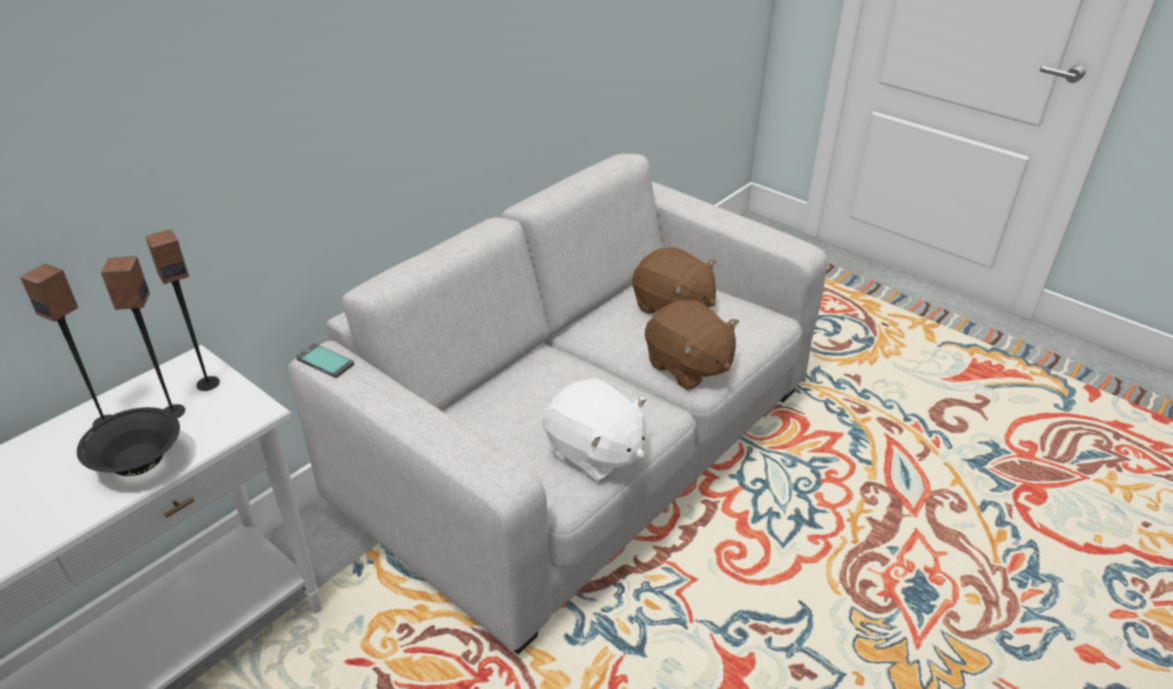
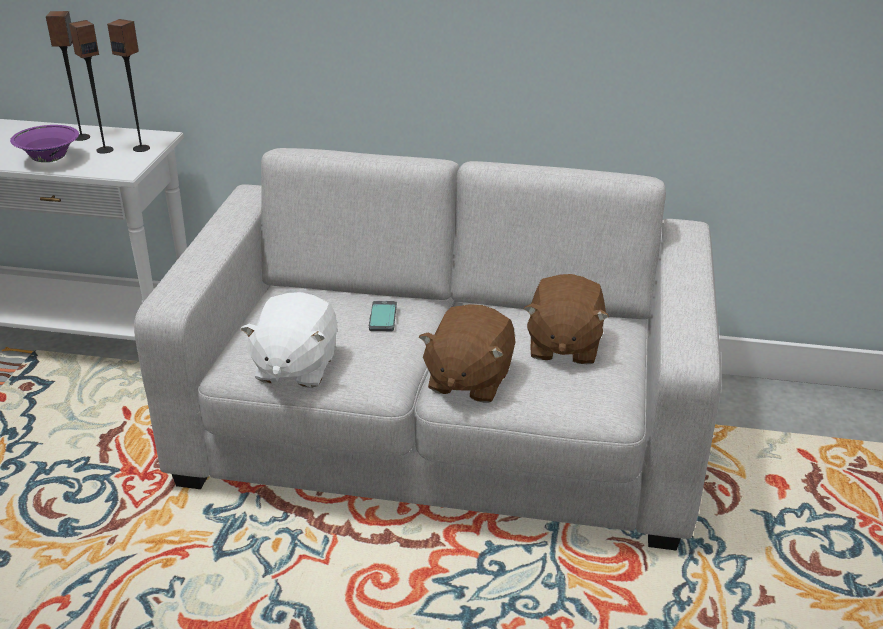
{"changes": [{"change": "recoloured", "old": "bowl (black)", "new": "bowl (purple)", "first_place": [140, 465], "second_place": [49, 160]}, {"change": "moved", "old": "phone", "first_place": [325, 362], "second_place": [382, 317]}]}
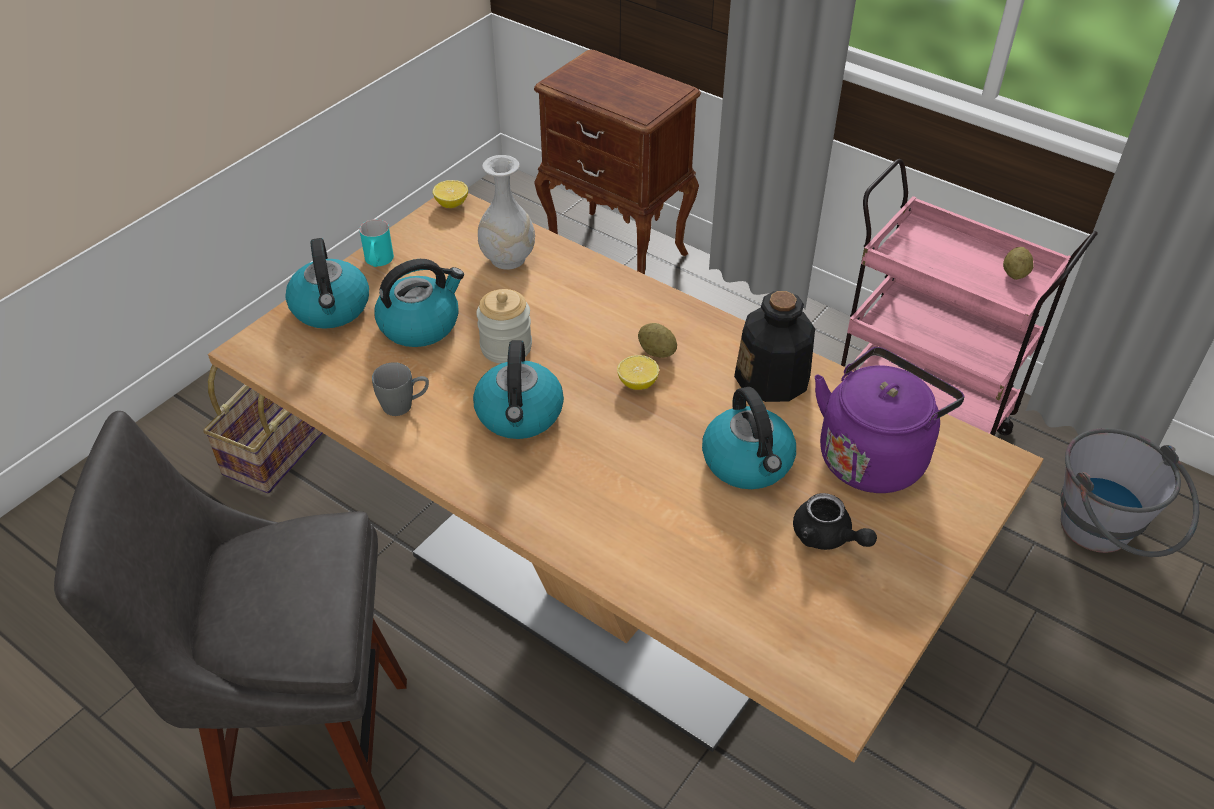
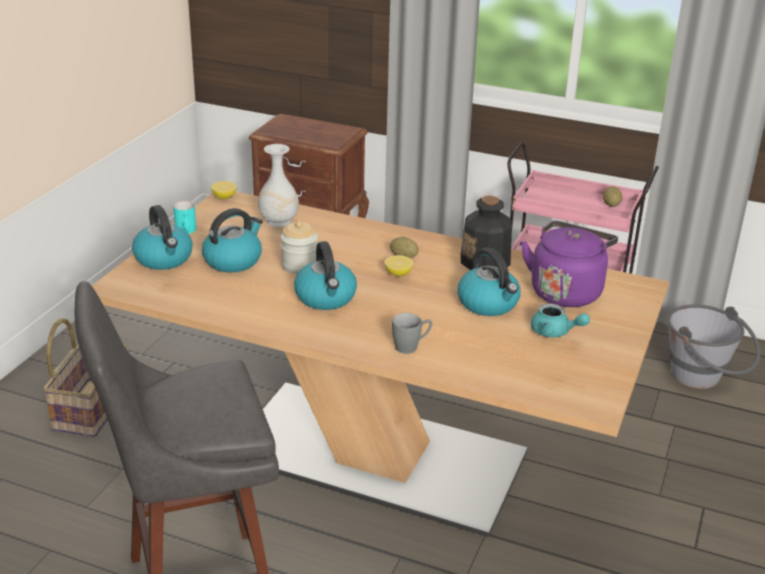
{"changes": [{"change": "moved", "old": "mug (grey)", "first_place": [405, 405], "second_place": [411, 346]}, {"change": "recoloured", "old": "teapot (black)", "new": "teapot (turquoise)", "first_place": [827, 537], "second_place": [555, 332]}]}
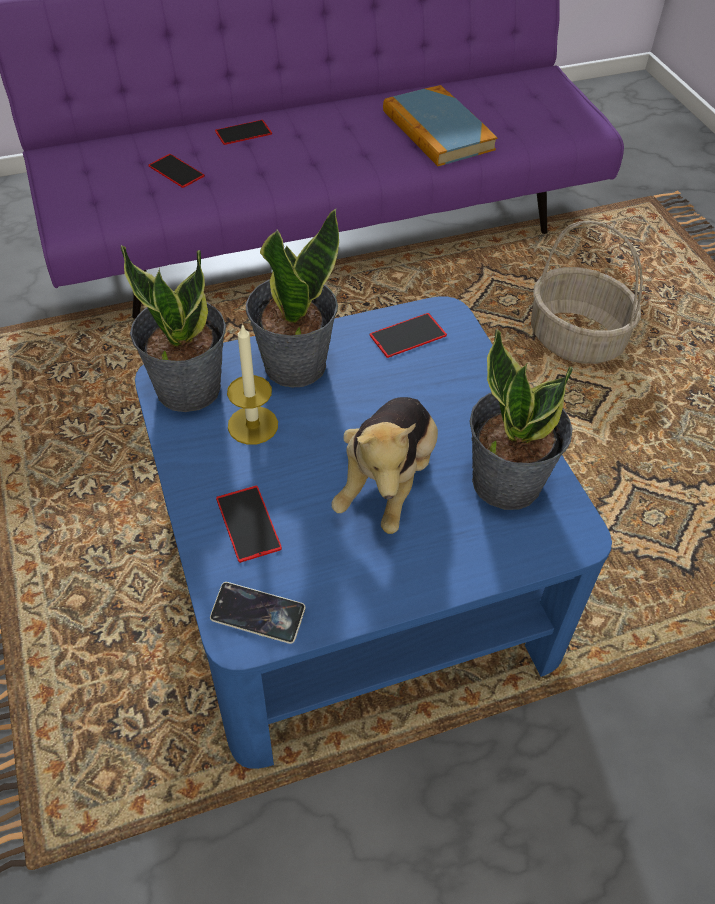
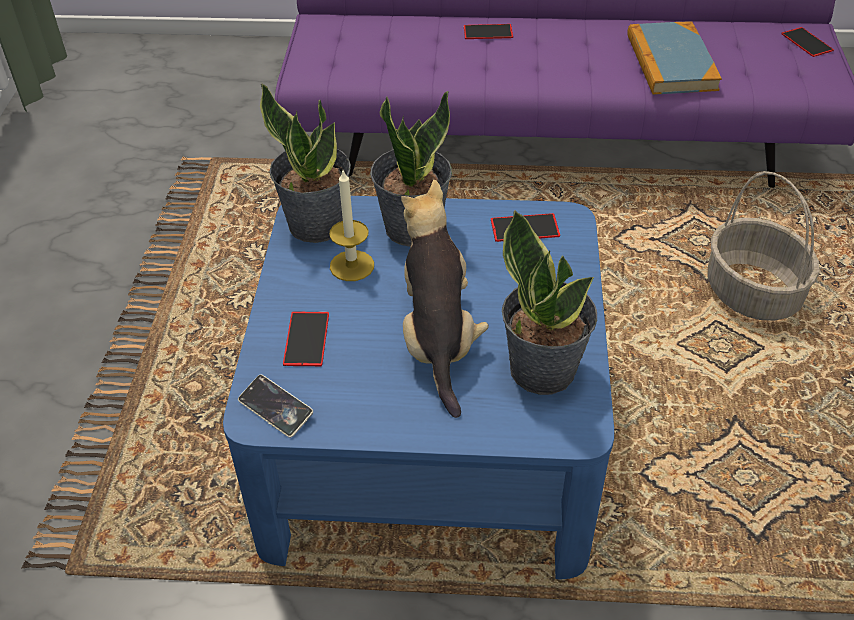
{"changes": [{"change": "moved", "old": "phone", "first_place": [176, 171], "second_place": [807, 42]}, {"change": "turned", "old": "plush toy", "first_place": [387, 481], "second_place": [438, 339], "degrees": 135}]}
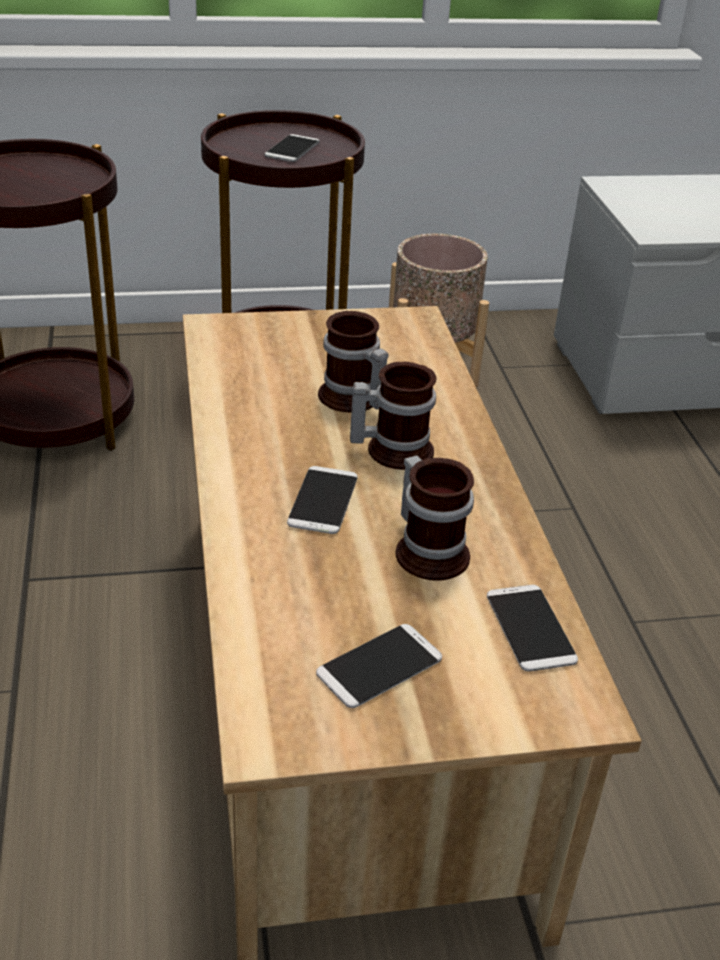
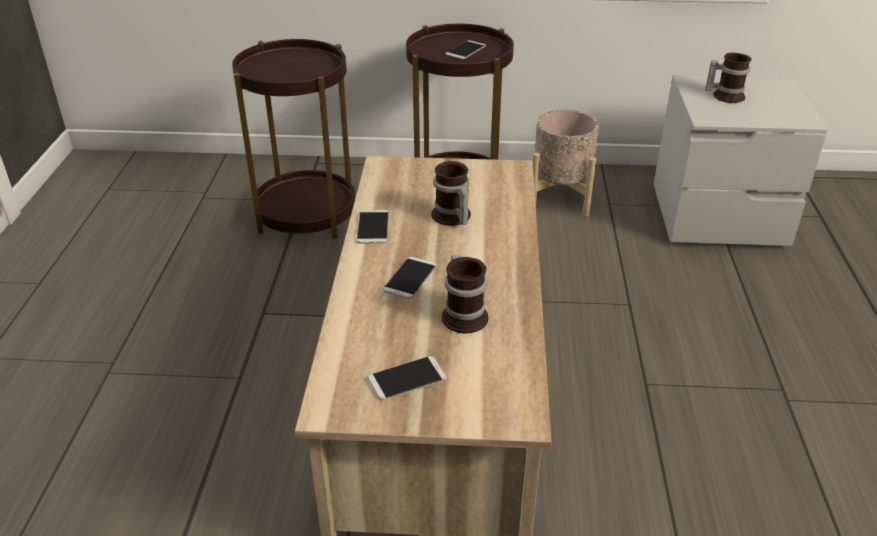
{"changes": [{"change": "moved", "old": "mug", "first_place": [393, 449], "second_place": [725, 95]}, {"change": "moved", "old": "phone", "first_place": [530, 628], "second_place": [373, 227]}]}
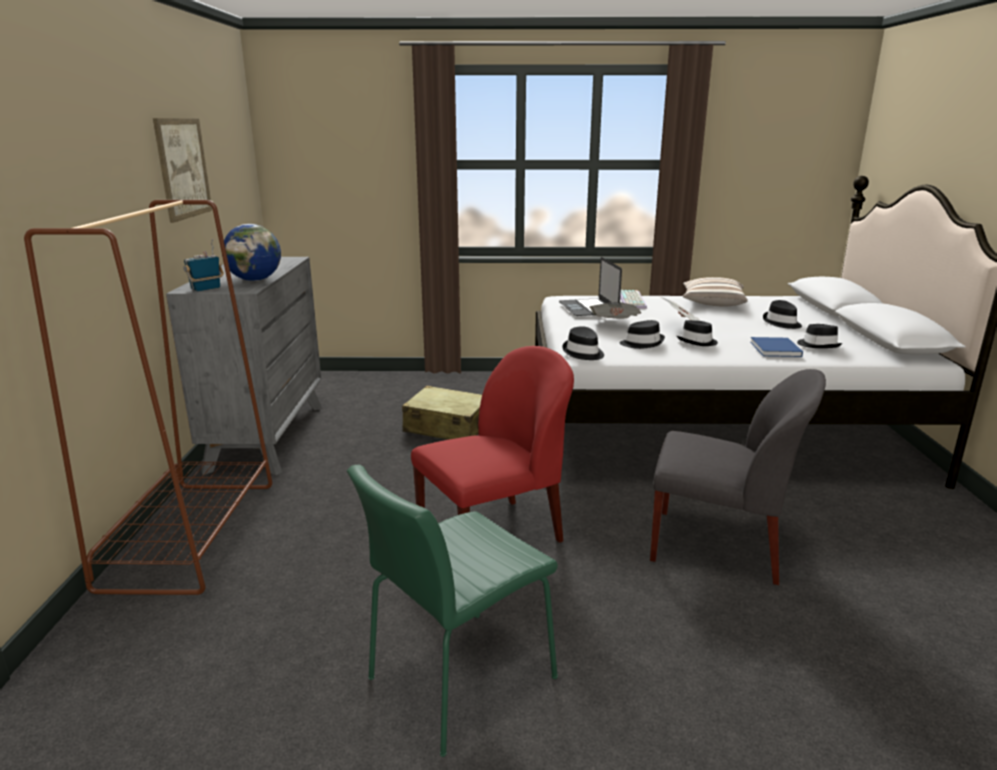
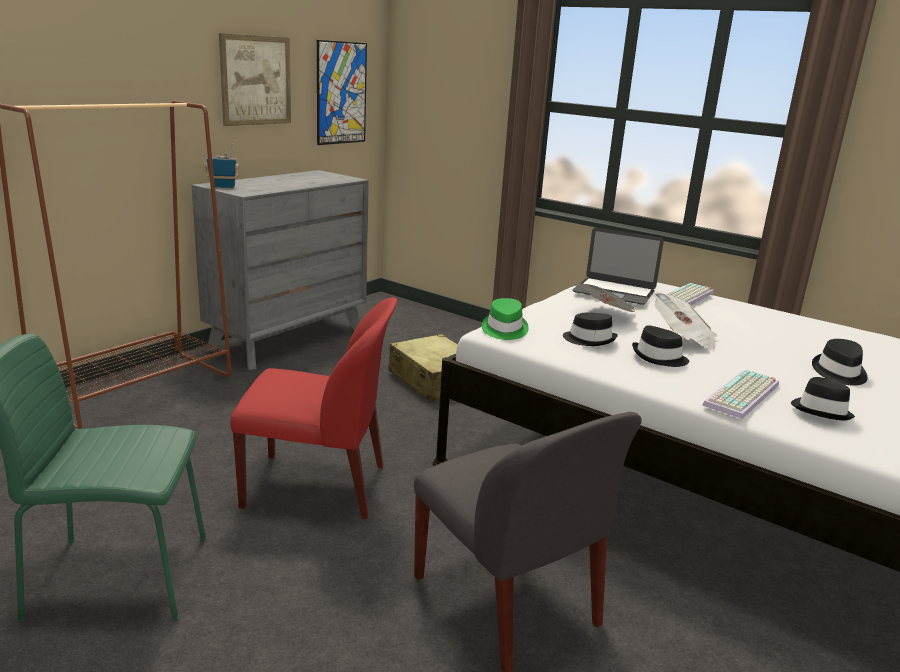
{"changes": [{"change": "removed", "old": "globe", "first_place": [255, 280]}, {"change": "turned", "old": "laptop", "first_place": [588, 308], "second_place": [614, 291], "degrees": -90}, {"change": "recoloured", "old": "hat (black)", "new": "hat (green)", "first_place": [583, 353], "second_place": [504, 329]}, {"change": "removed", "old": "pillow", "first_place": [712, 304]}, {"change": "replaced", "old": "book (blue)", "new": "keyboard", "first_place": [775, 349], "second_place": [743, 396]}, {"change": "added", "new": "picture", "second_place": [341, 93]}]}
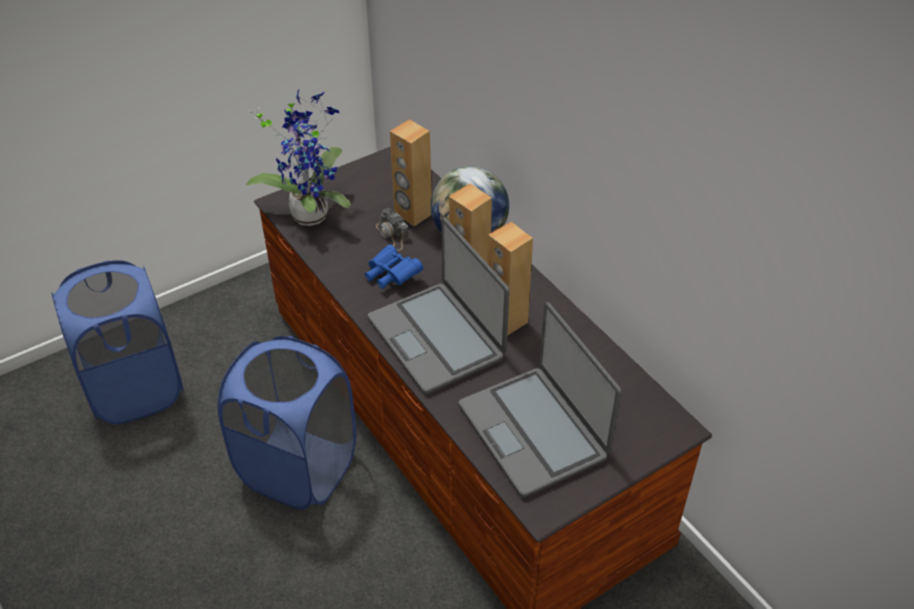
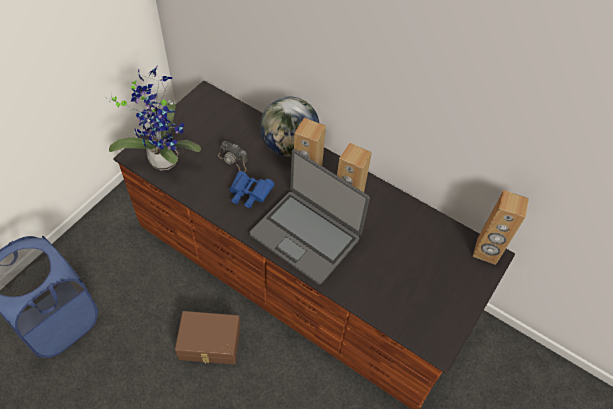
{"changes": [{"change": "replaced", "old": "laundry basket (blue)", "new": "storage box (brown)", "first_place": [298, 469], "second_place": [209, 344]}, {"change": "moved", "old": "speaker (brown)", "first_place": [412, 214], "second_place": [486, 252]}, {"change": "removed", "old": "laptop", "first_place": [534, 431]}]}
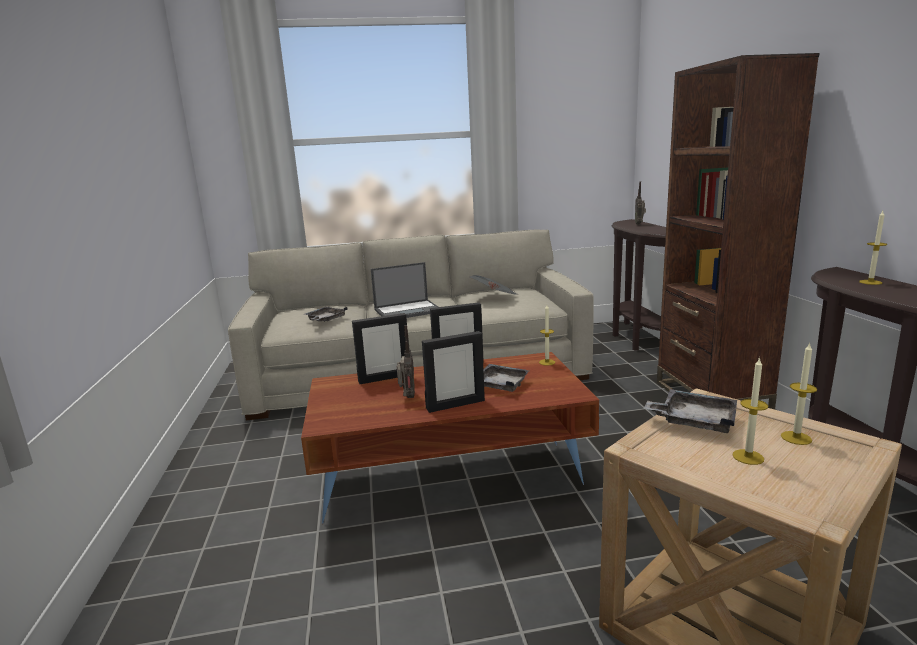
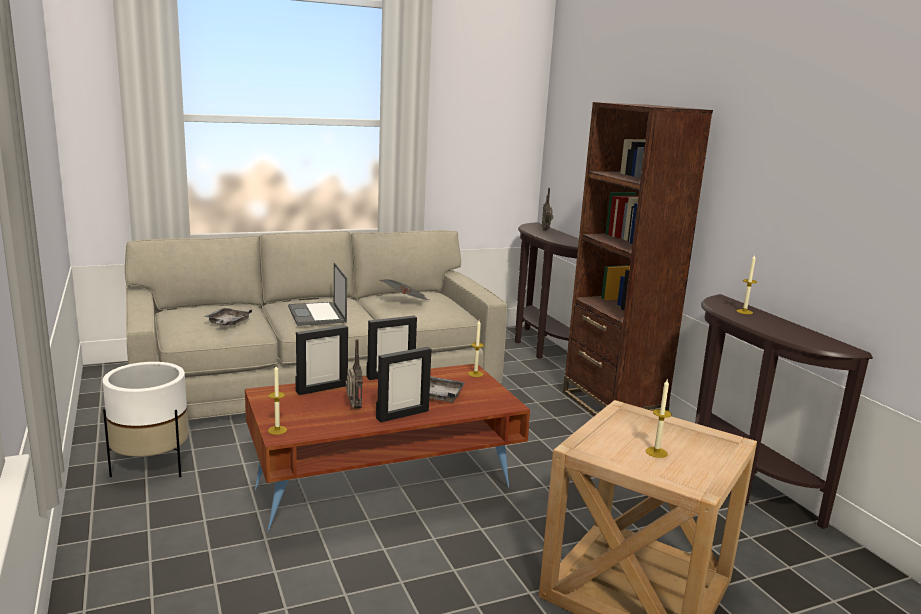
{"changes": [{"change": "turned", "old": "laptop", "first_place": [408, 310], "second_place": [317, 315], "degrees": 105}, {"change": "removed", "old": "tray (grey)", "first_place": [694, 421]}, {"change": "moved", "old": "candle", "first_place": [796, 438], "second_place": [277, 430]}, {"change": "added", "new": "planter (white)", "second_place": [151, 467]}]}
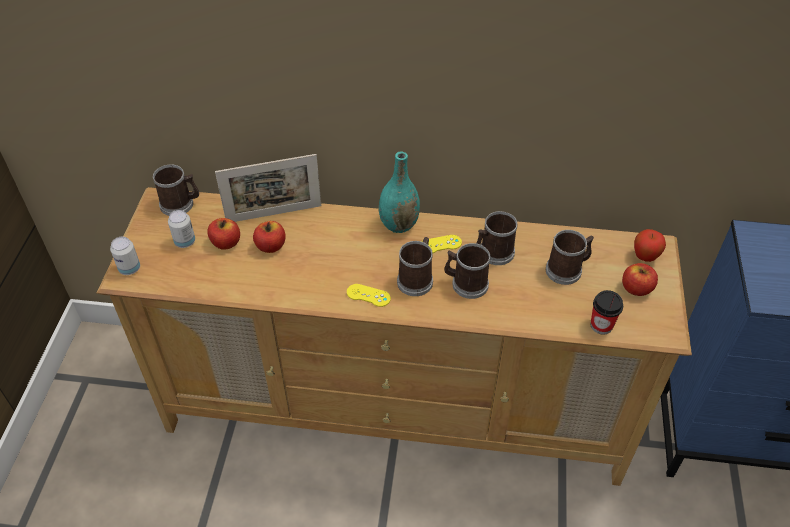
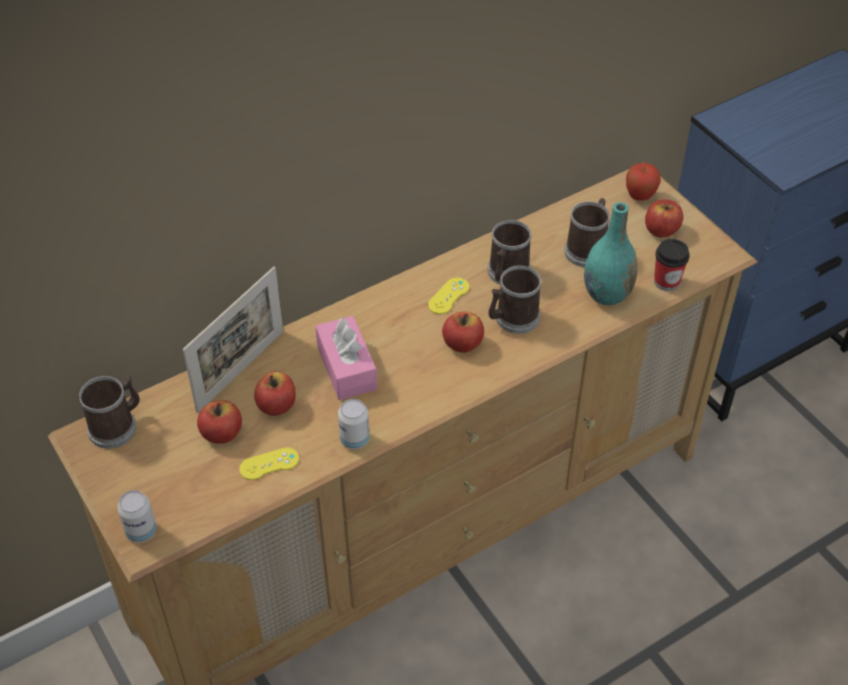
{"changes": [{"change": "moved", "old": "can", "first_place": [185, 242], "second_place": [354, 440]}, {"change": "moved", "old": "game controller (yellow)", "first_place": [368, 295], "second_place": [269, 464]}, {"change": "moved", "old": "vase (turquoise)", "first_place": [399, 224], "second_place": [607, 294]}, {"change": "replaced", "old": "mug", "new": "apple", "first_place": [417, 279], "second_place": [462, 344]}, {"change": "added", "new": "tissue box (pink)", "second_place": [346, 368]}]}
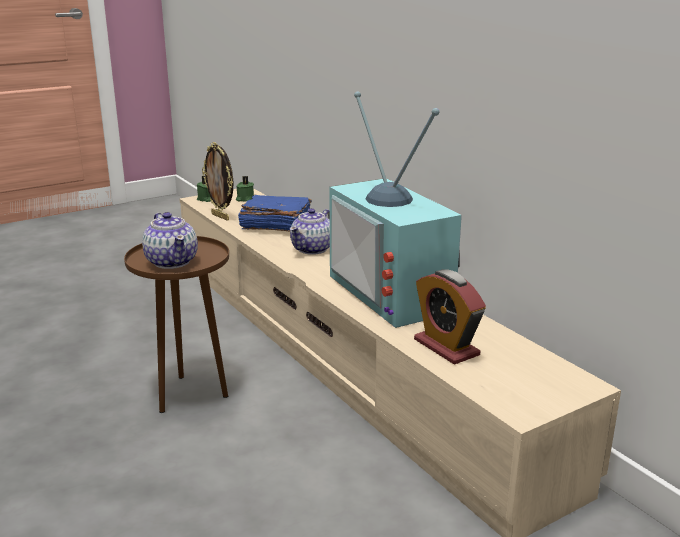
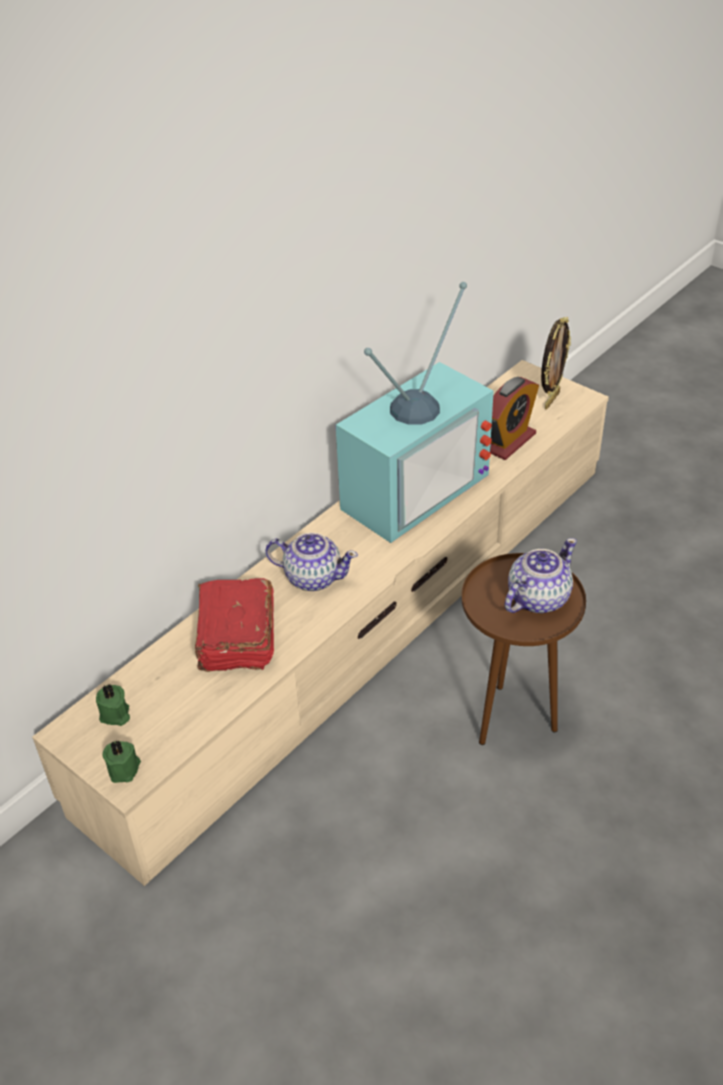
{"changes": [{"change": "moved", "old": "picture frame", "first_place": [221, 217], "second_place": [551, 399]}, {"change": "recoloured", "old": "book (blue)", "new": "book (red)", "first_place": [275, 225], "second_place": [236, 638]}]}
